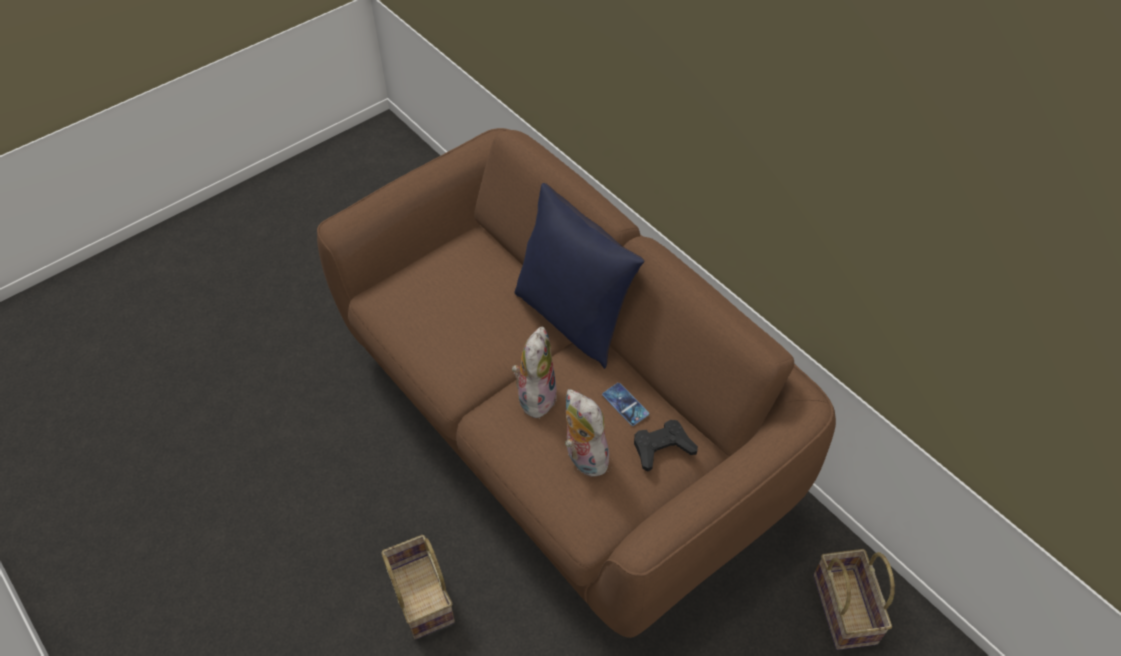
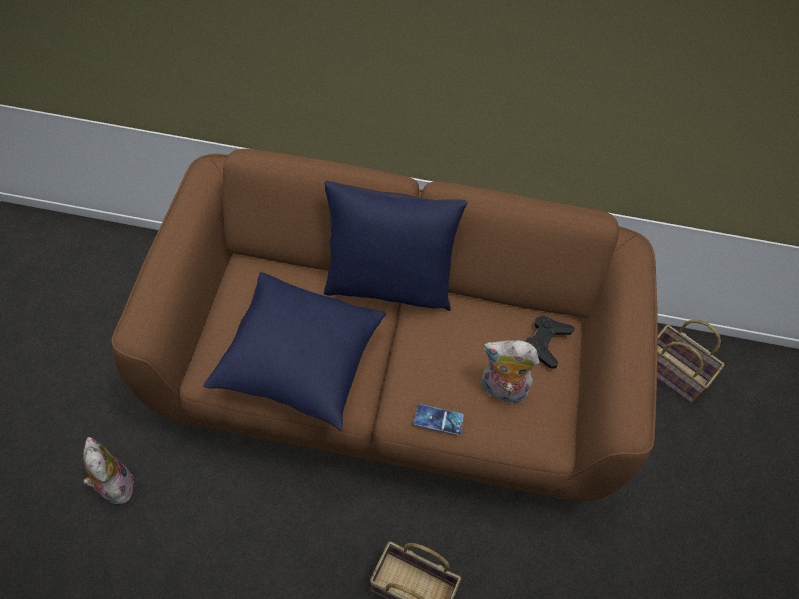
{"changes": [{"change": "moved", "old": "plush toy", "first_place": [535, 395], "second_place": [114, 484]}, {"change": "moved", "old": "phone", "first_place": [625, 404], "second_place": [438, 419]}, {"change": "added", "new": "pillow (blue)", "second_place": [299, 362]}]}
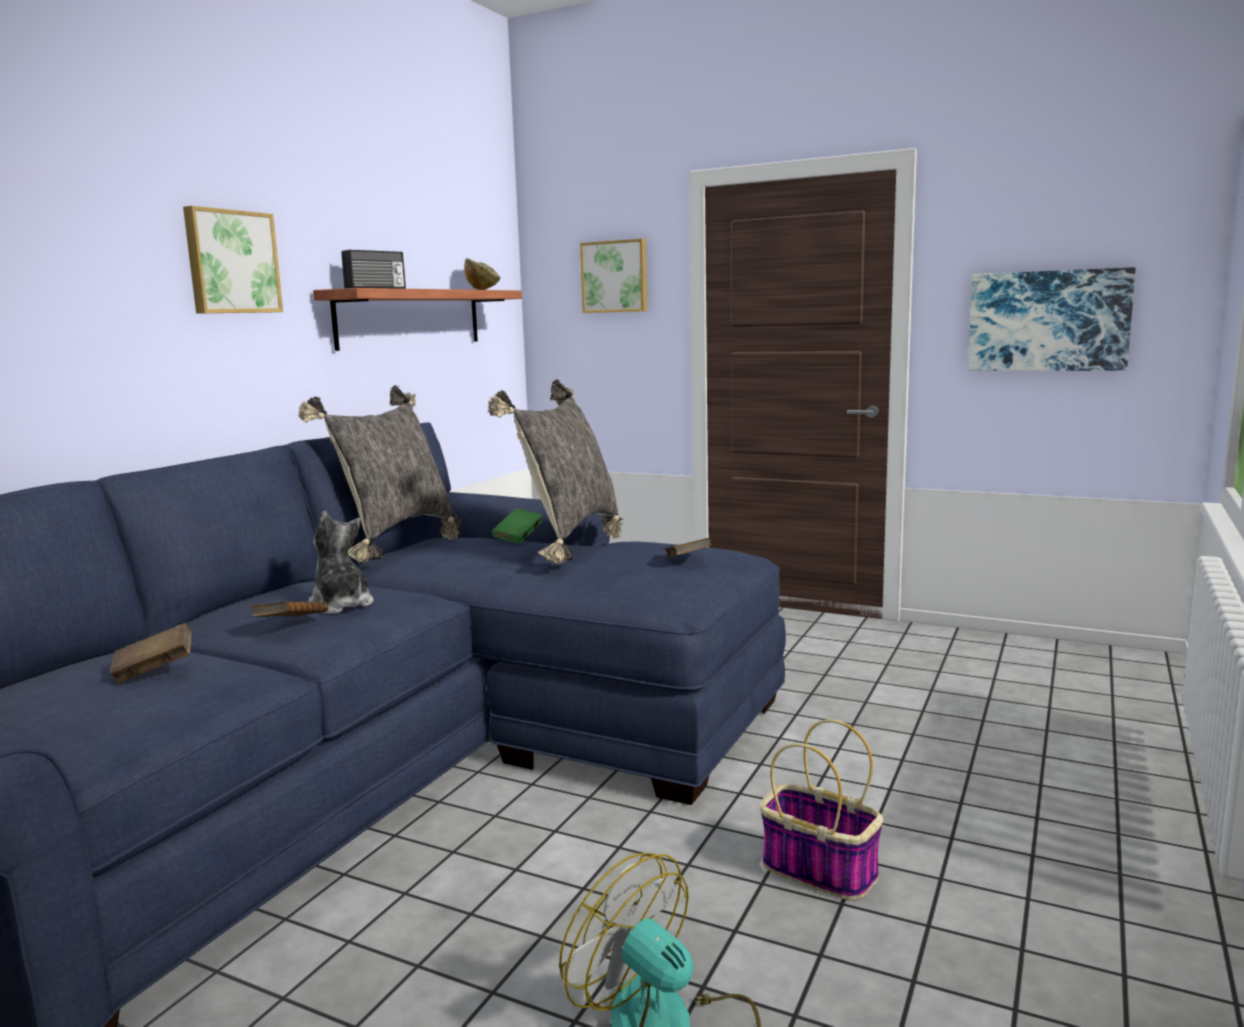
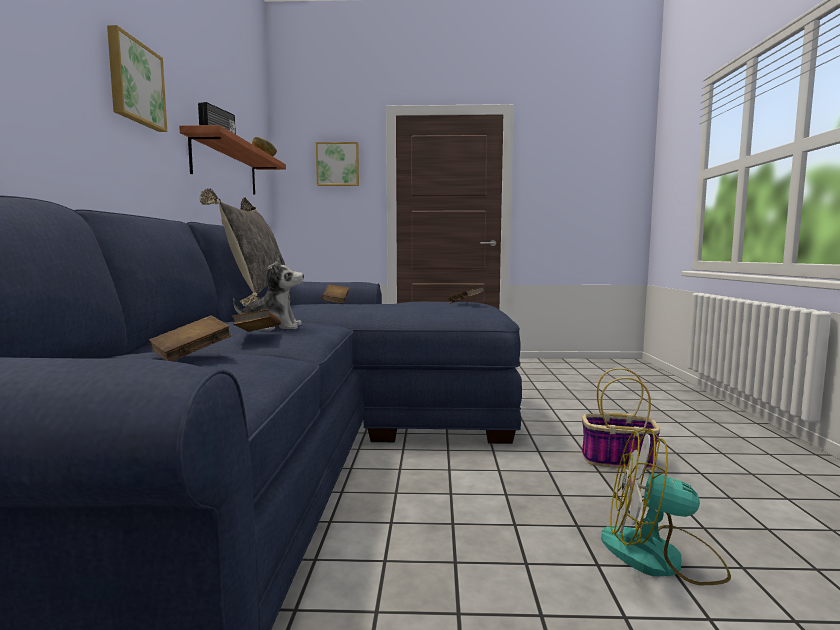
{"changes": [{"change": "turned", "old": "plush toy", "first_place": [341, 605], "second_place": [273, 327], "degrees": 150}, {"change": "removed", "old": "pillow", "first_place": [564, 551]}, {"change": "recoloured", "old": "book (green)", "new": "book (brown)", "first_place": [518, 538], "second_place": [336, 302]}, {"change": "removed", "old": "picture", "first_place": [1048, 321]}]}
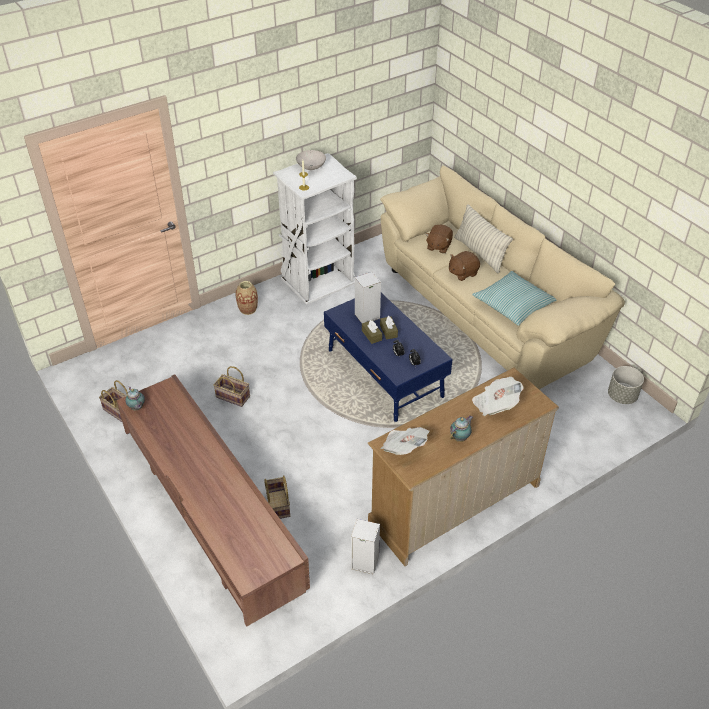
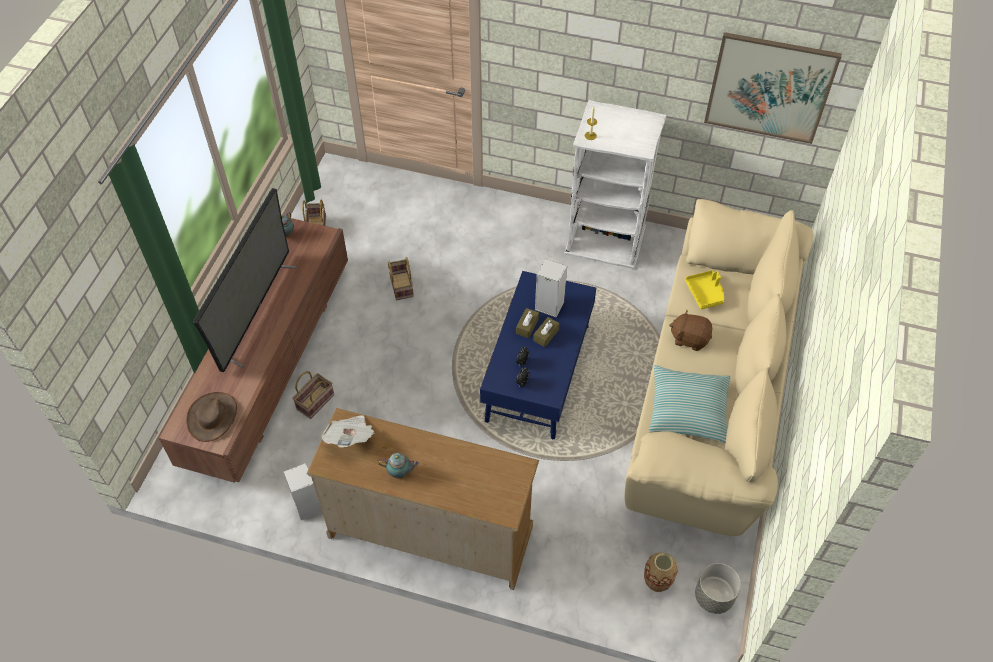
{"changes": [{"change": "moved", "old": "vase", "first_place": [248, 309], "second_place": [657, 581]}, {"change": "removed", "old": "bowl (white)", "first_place": [311, 167]}, {"change": "replaced", "old": "plush toy (brown)", "new": "tray (yellow)", "first_place": [438, 246], "second_place": [705, 293]}, {"change": "removed", "old": "pillow", "first_place": [480, 253]}, {"change": "removed", "old": "newspaper", "first_place": [495, 404]}, {"change": "added", "new": "hat (brown)", "second_place": [213, 417]}, {"change": "added", "new": "television", "second_place": [256, 313]}, {"change": "added", "new": "picture", "second_place": [769, 88]}]}
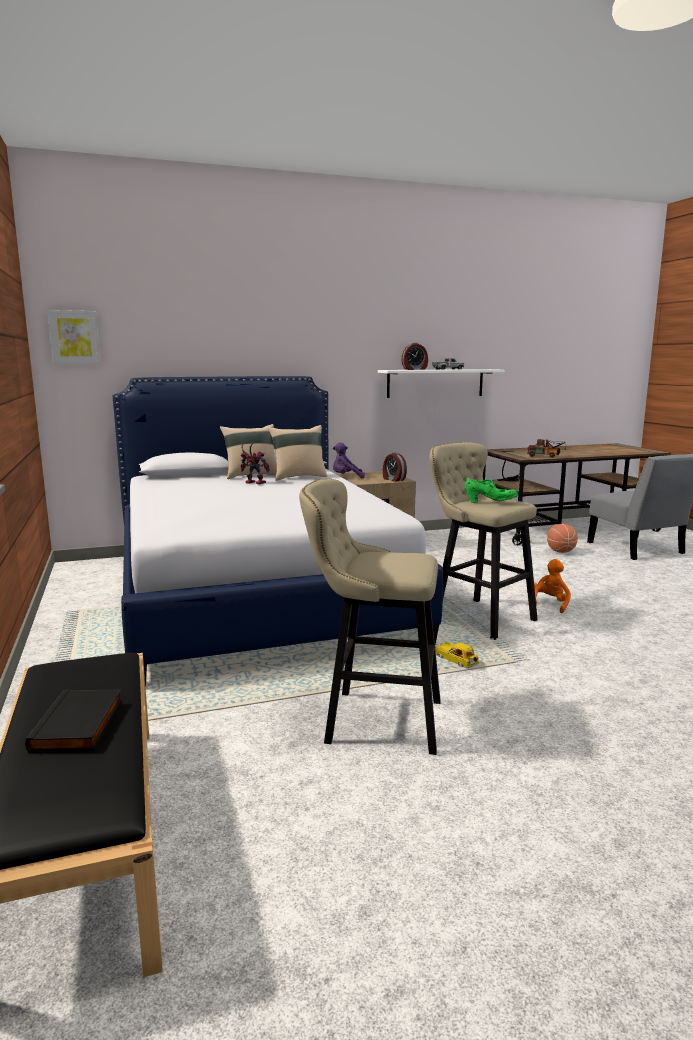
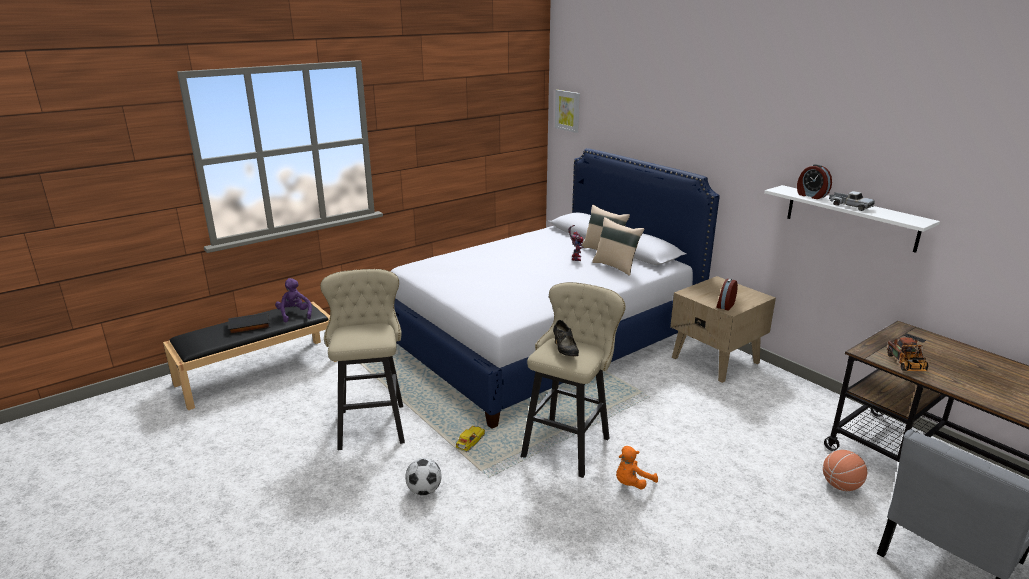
{"changes": [{"change": "moved", "old": "plush toy (purple)", "first_place": [346, 477], "second_place": [294, 314]}, {"change": "recoloured", "old": "shoe (green)", "new": "shoe (black)", "first_place": [491, 502], "second_place": [565, 350]}, {"change": "turned", "old": "plush toy (orange)", "first_place": [549, 604], "second_place": [632, 483], "degrees": 135}, {"change": "added", "new": "football", "second_place": [424, 490]}]}
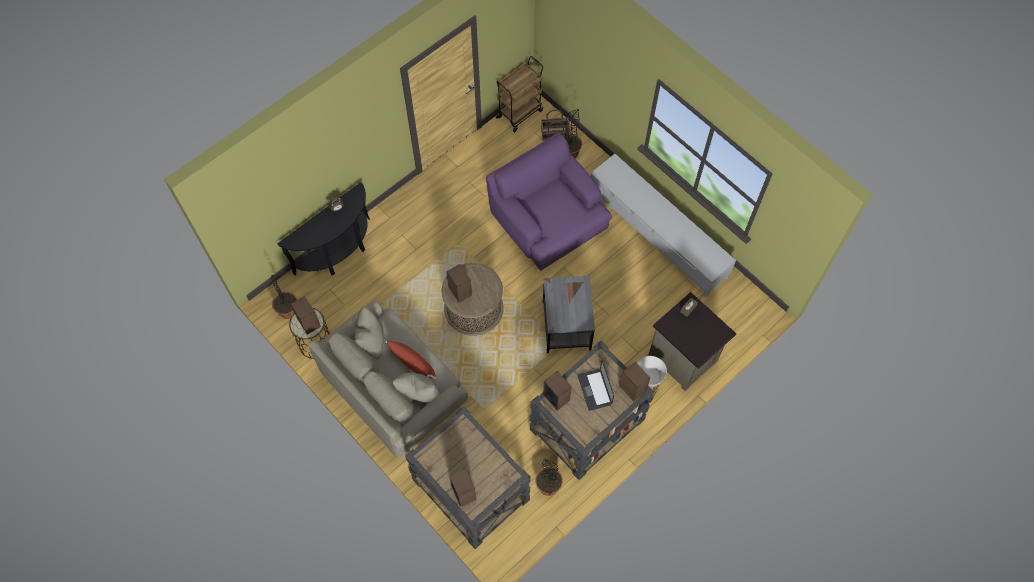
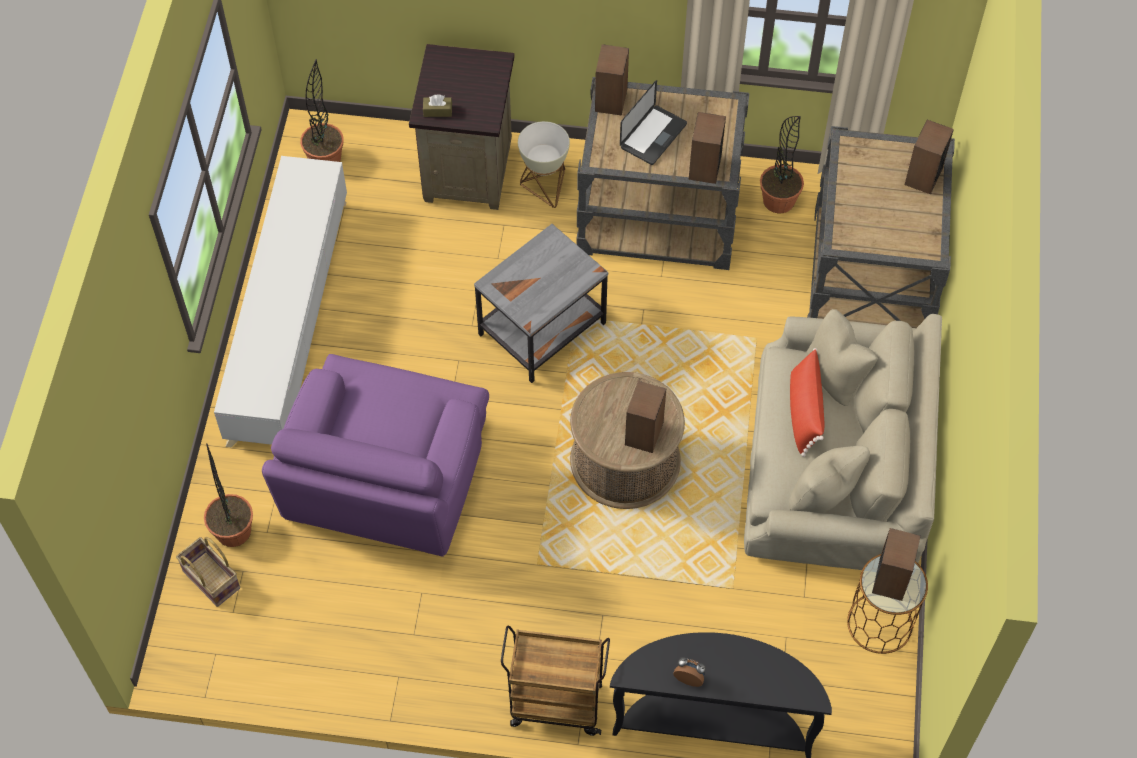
{"changes": [{"change": "moved", "old": "potted plant", "first_place": [288, 310], "second_place": [325, 159]}, {"change": "moved", "old": "cart (brown)", "first_place": [520, 114], "second_place": [555, 705]}]}
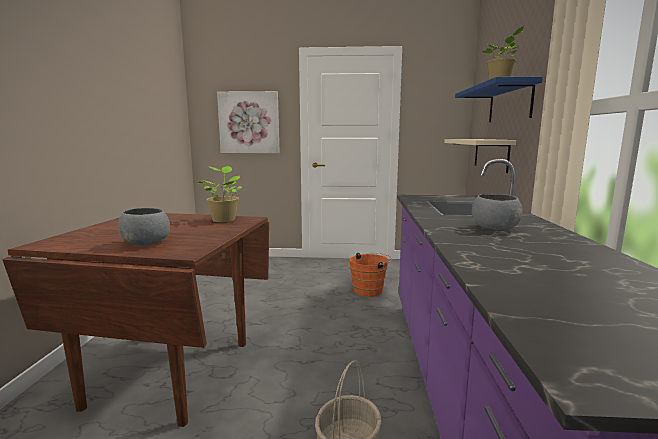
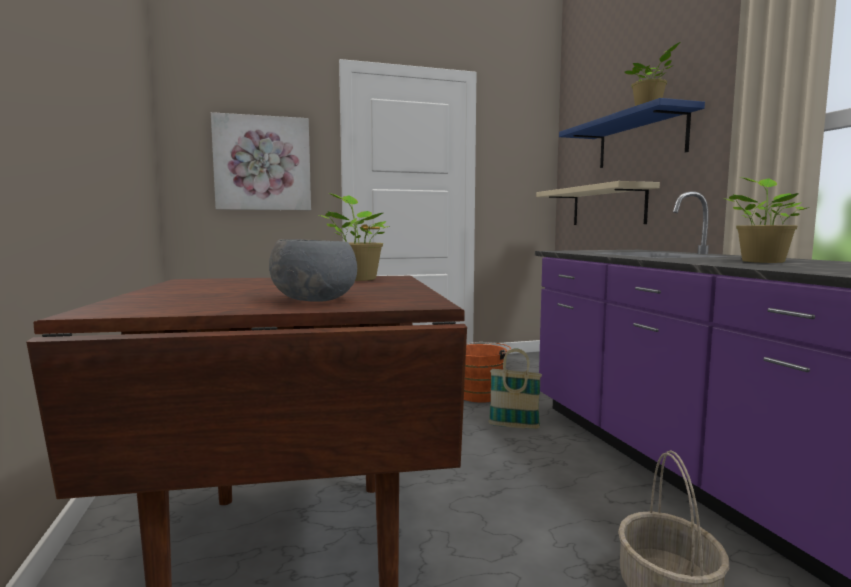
{"changes": [{"change": "replaced", "old": "bowl (grey)", "new": "potted plant", "first_place": [494, 229], "second_place": [762, 261]}, {"change": "added", "new": "basket", "second_place": [514, 426]}]}
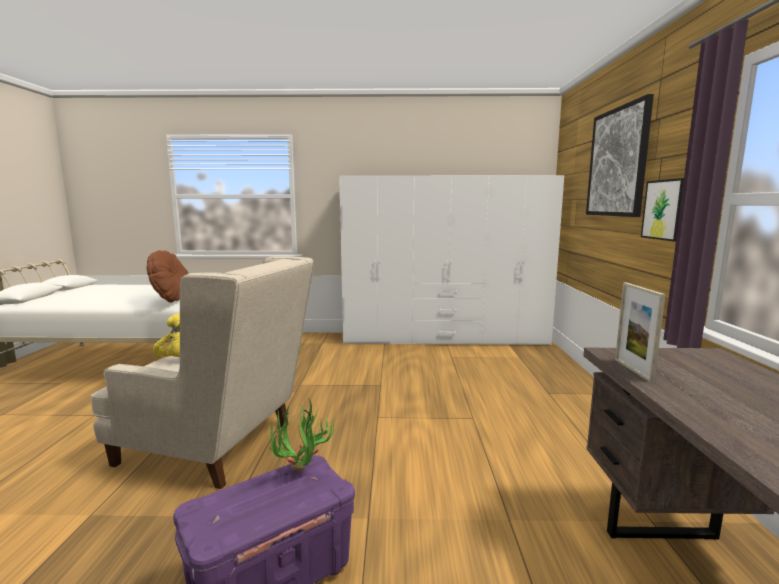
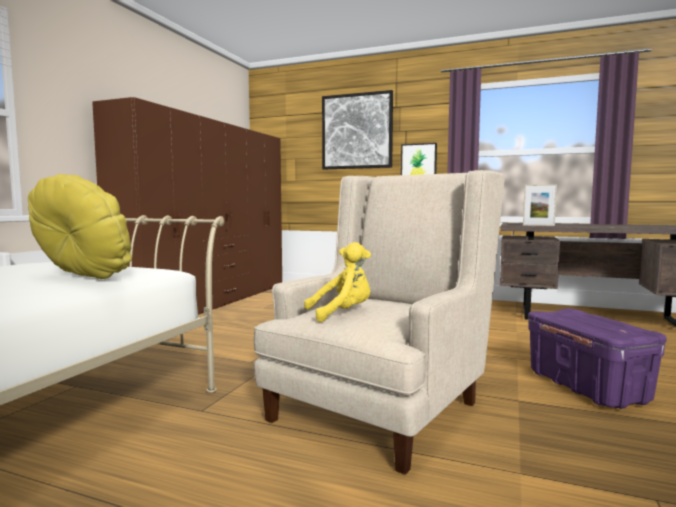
{"changes": [{"change": "recoloured", "old": "pillow (brown)", "new": "pillow (yellow)", "first_place": [171, 300], "second_place": [82, 279]}, {"change": "removed", "old": "potted plant", "first_place": [301, 474]}, {"change": "recoloured", "old": "wardrobe (white)", "new": "wardrobe (brown)", "first_place": [445, 339], "second_place": [212, 303]}]}
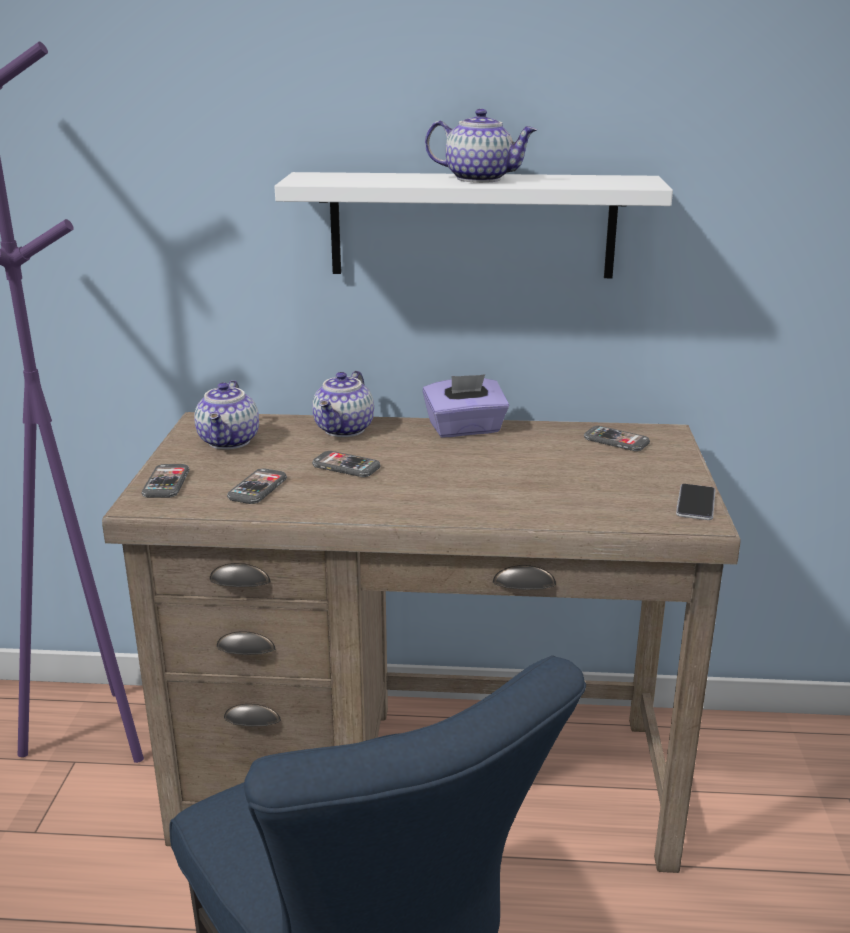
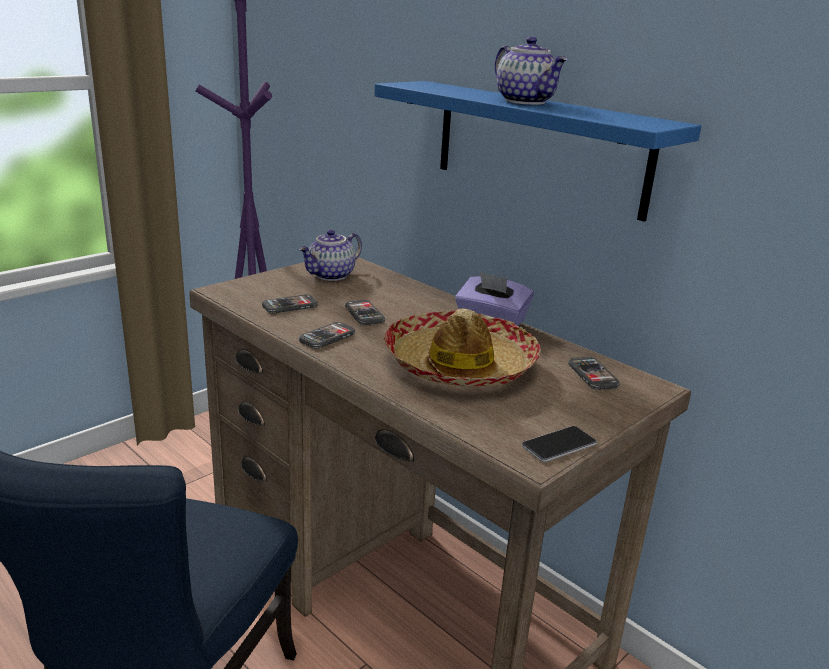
{"changes": [{"change": "moved", "old": "phone", "first_place": [166, 483], "second_place": [327, 337]}, {"change": "recoloured", "old": "shelf (white)", "new": "shelf (blue)", "first_place": [472, 225], "second_place": [538, 147]}, {"change": "removed", "old": "teapot", "first_place": [345, 430]}, {"change": "added", "new": "hat", "second_place": [459, 365]}]}
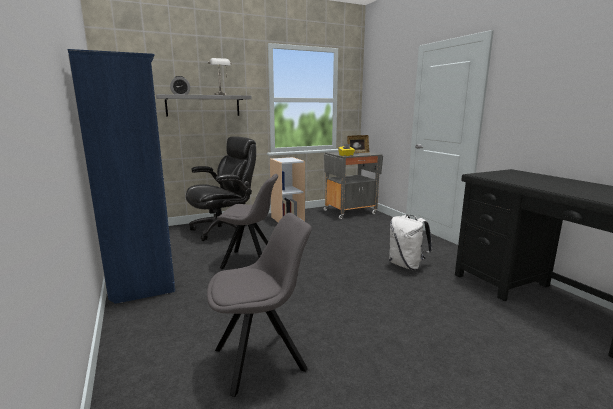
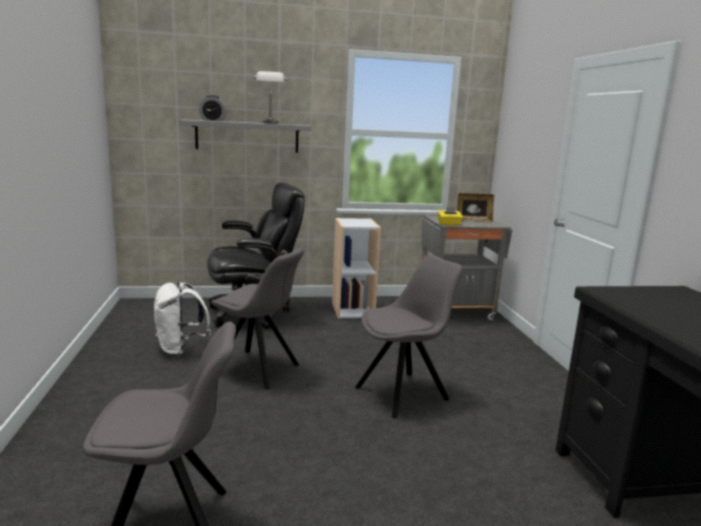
{"changes": [{"change": "removed", "old": "cabinet (blue)", "first_place": [143, 287]}, {"change": "moved", "old": "backpack (white)", "first_place": [406, 265], "second_place": [180, 349]}, {"change": "added", "new": "chair (grey)", "second_place": [402, 393]}]}
